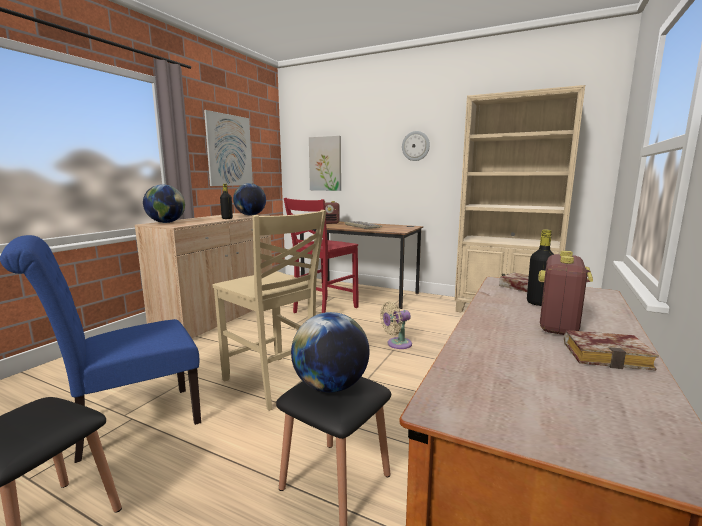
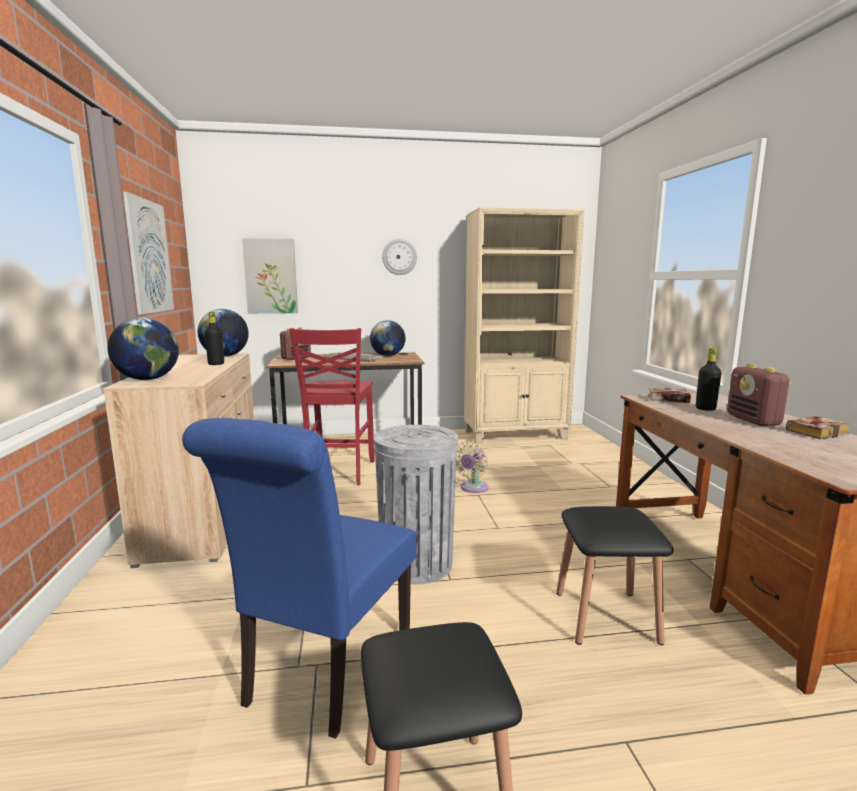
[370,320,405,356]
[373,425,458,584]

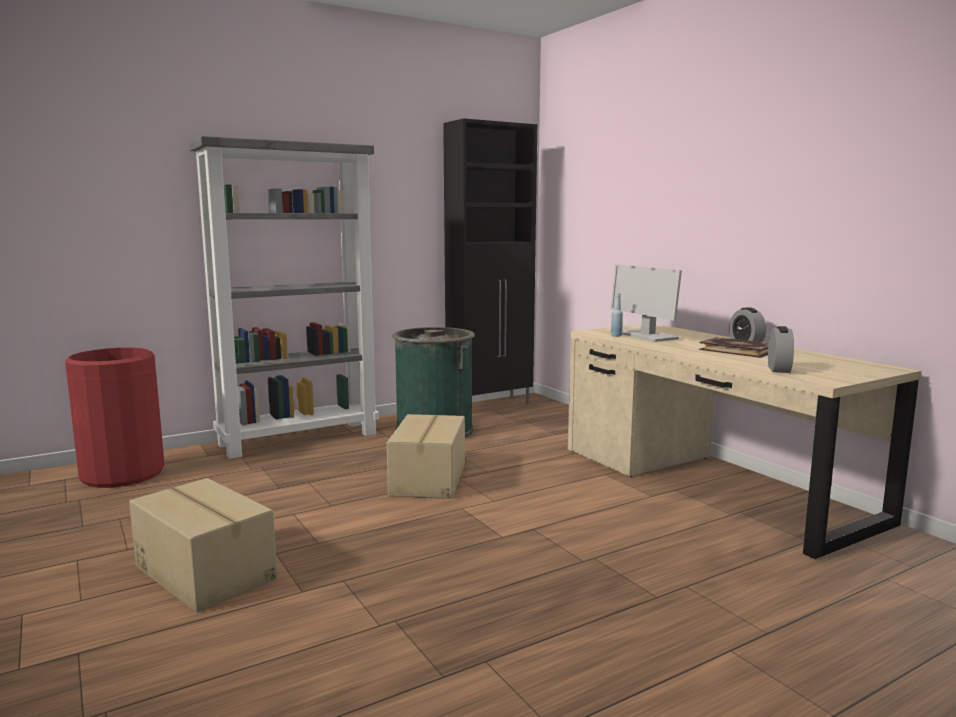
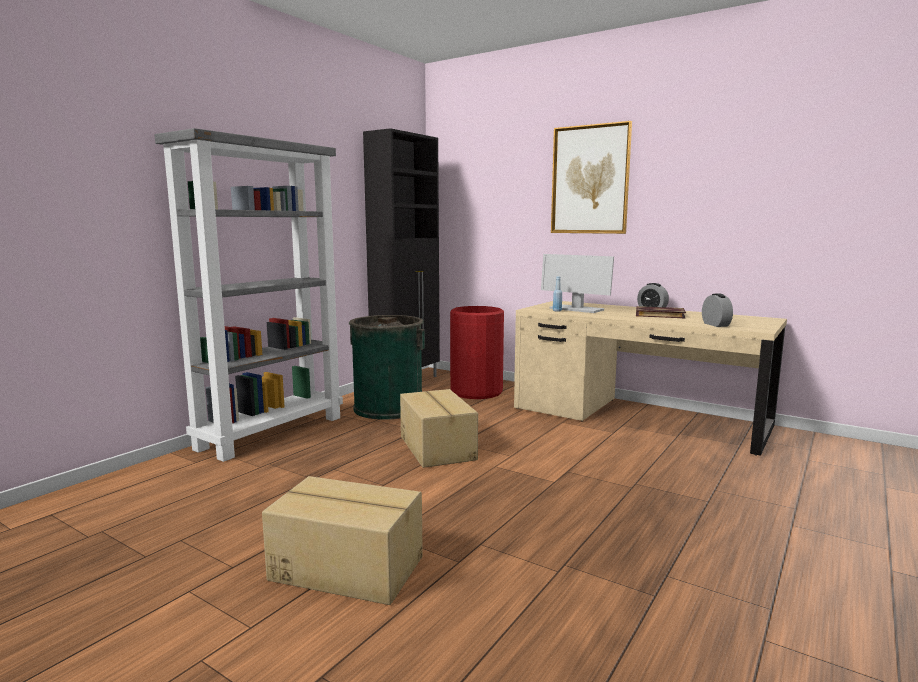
[450,306,504,399]
[551,121,632,234]

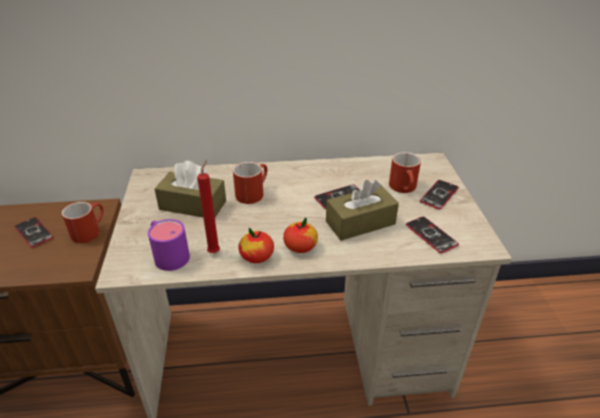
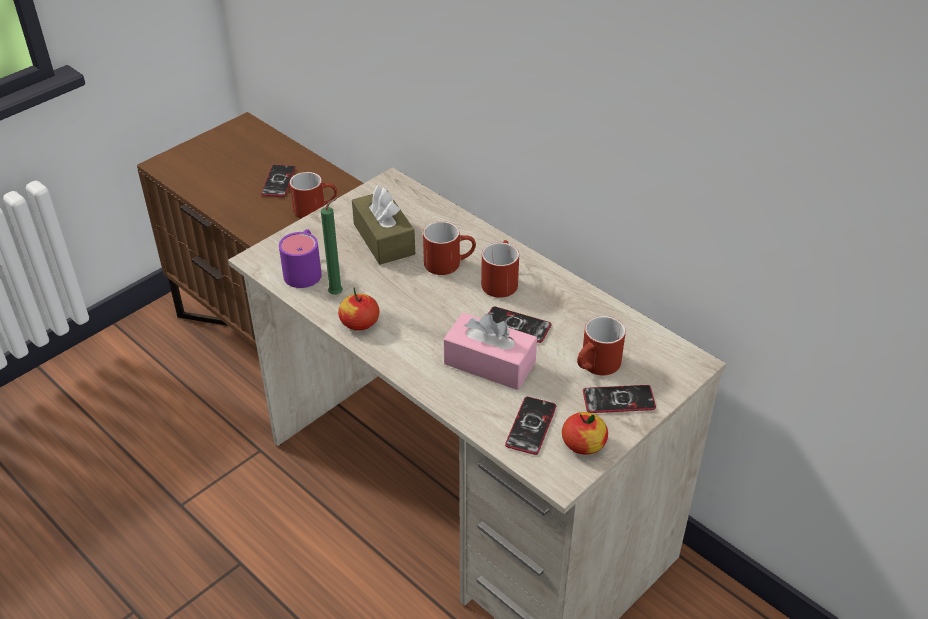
[321,197,343,295]
[444,313,537,390]
[481,240,519,298]
[562,412,608,455]

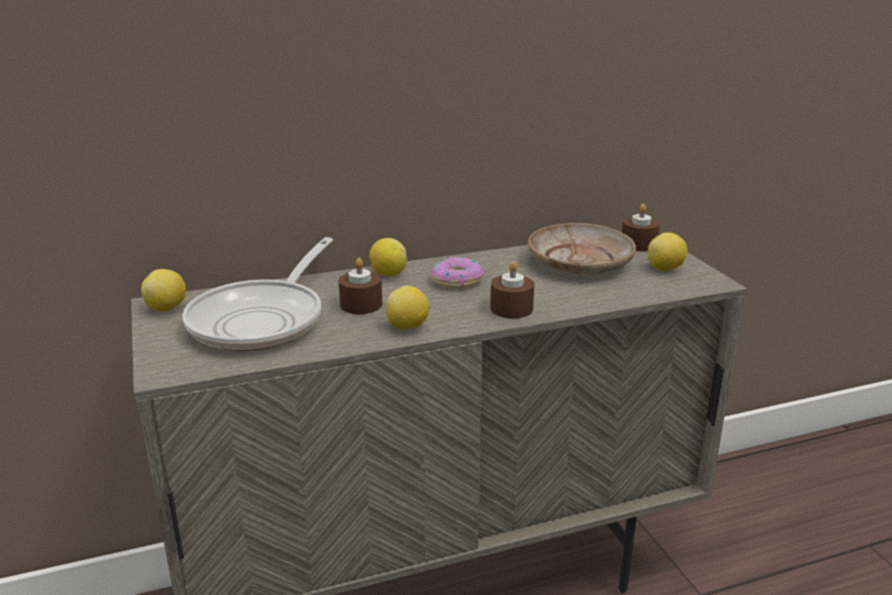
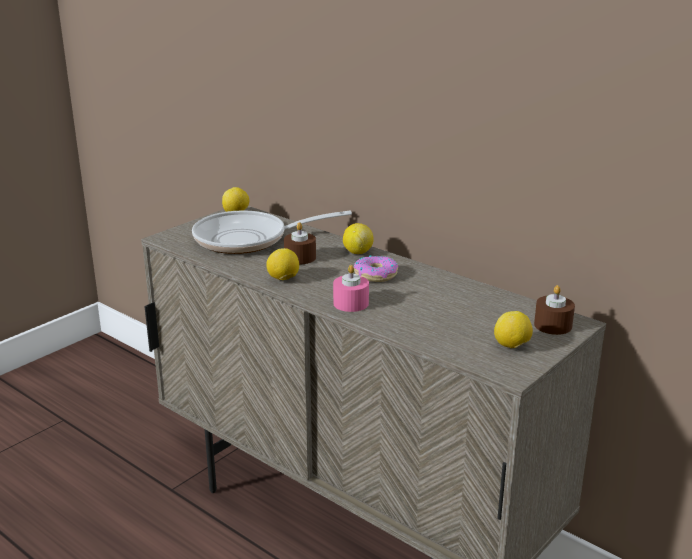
[333,265,369,312]
[528,223,636,275] (first image)

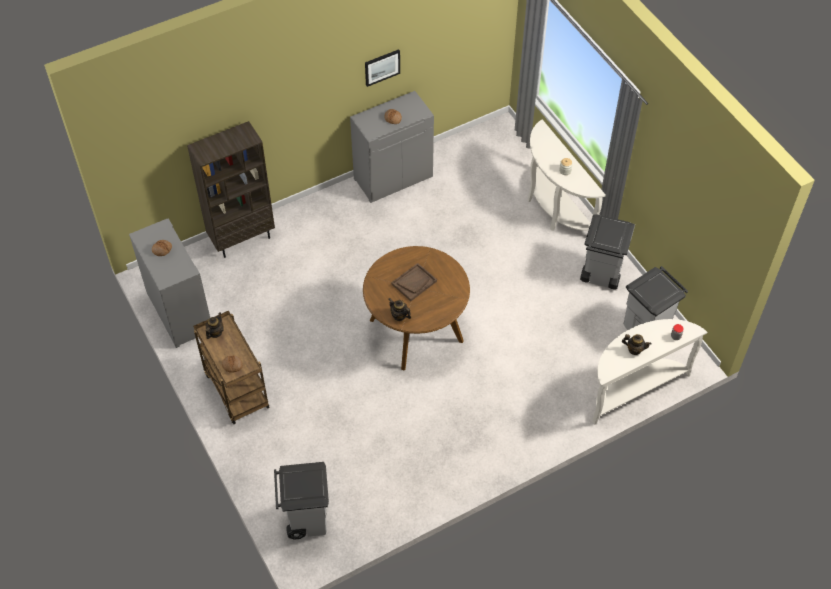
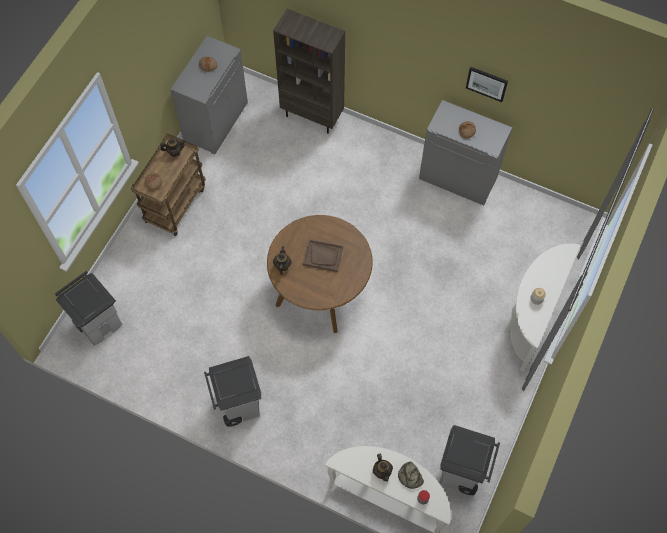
[204,356,261,426]
[398,462,424,489]

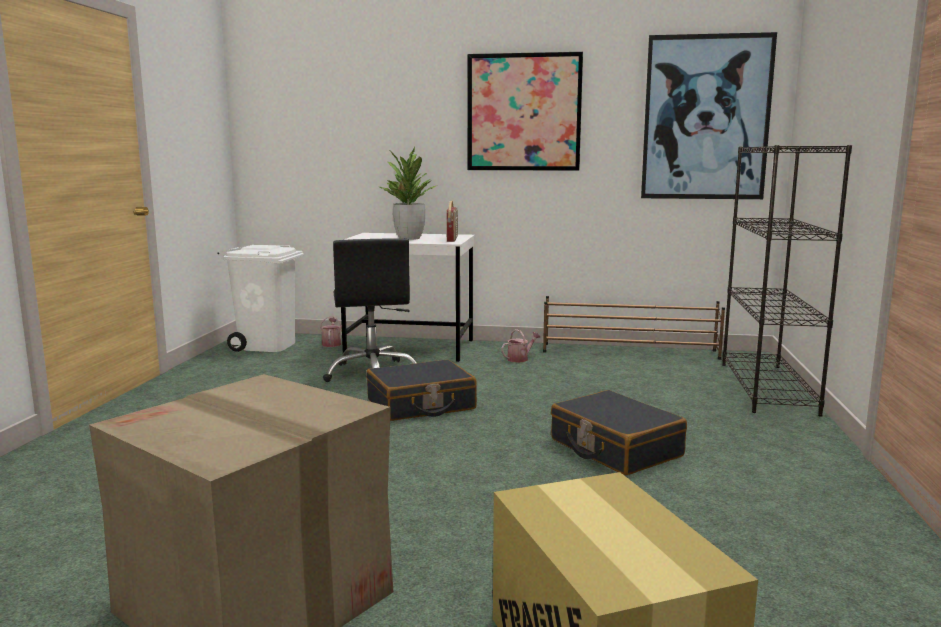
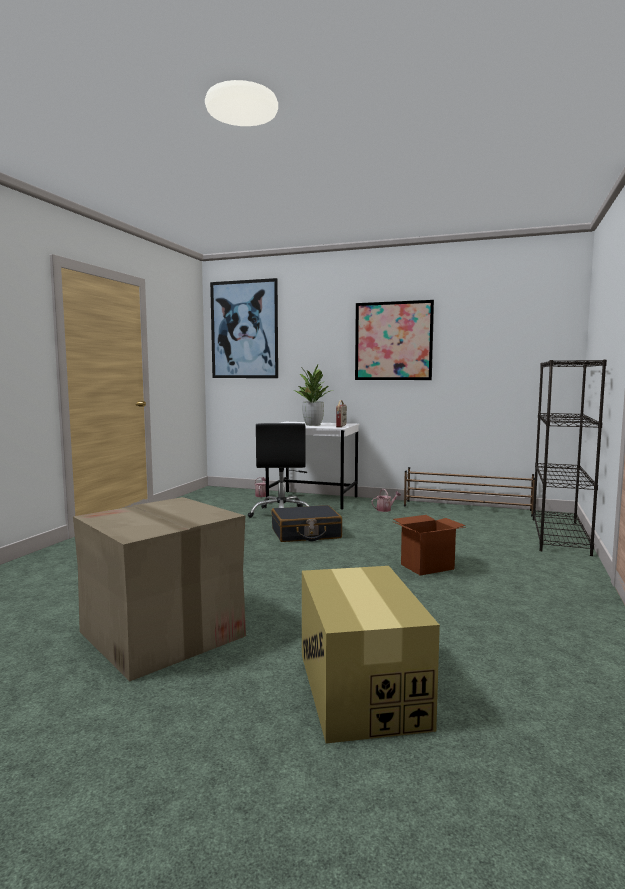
[210,278,278,378]
[392,515,466,576]
[217,245,304,352] (first image)

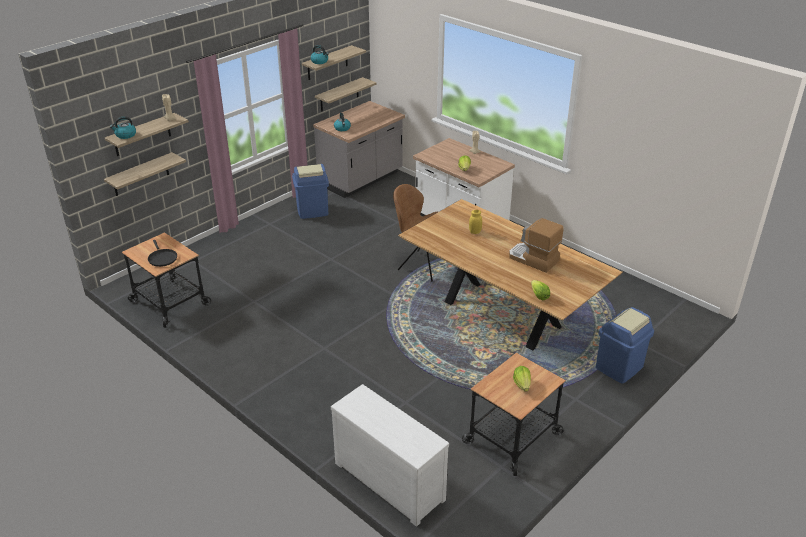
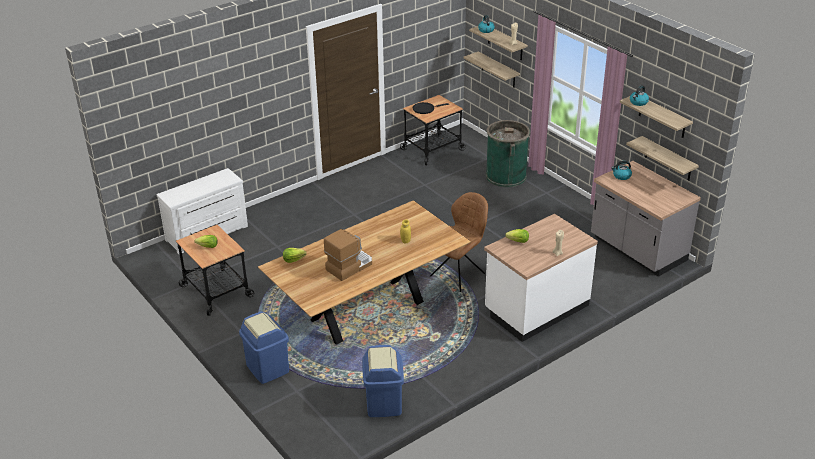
[362,345,404,417]
[486,120,530,187]

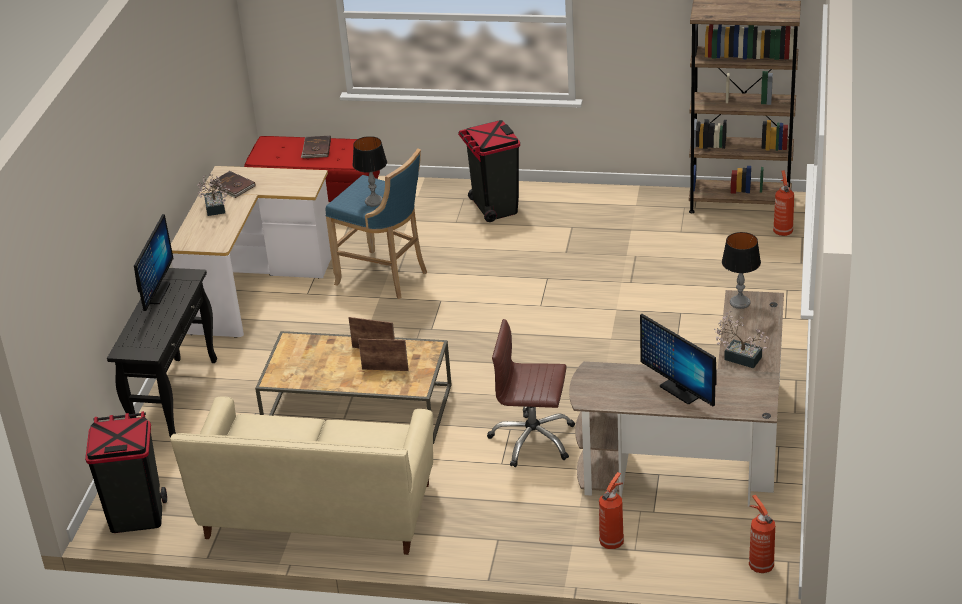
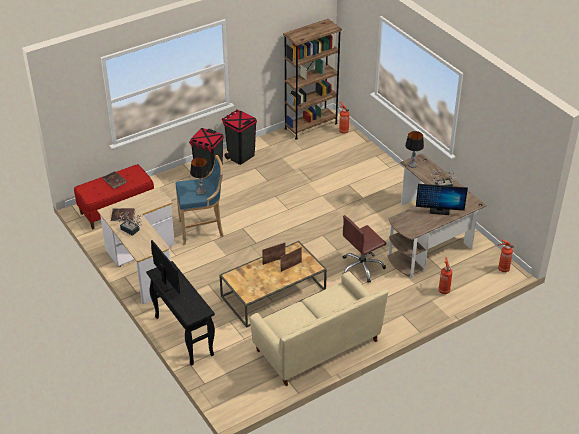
[222,109,257,165]

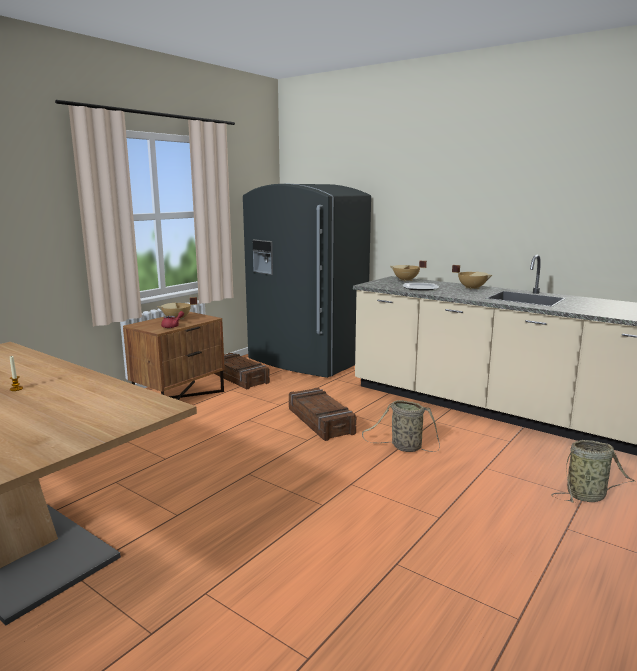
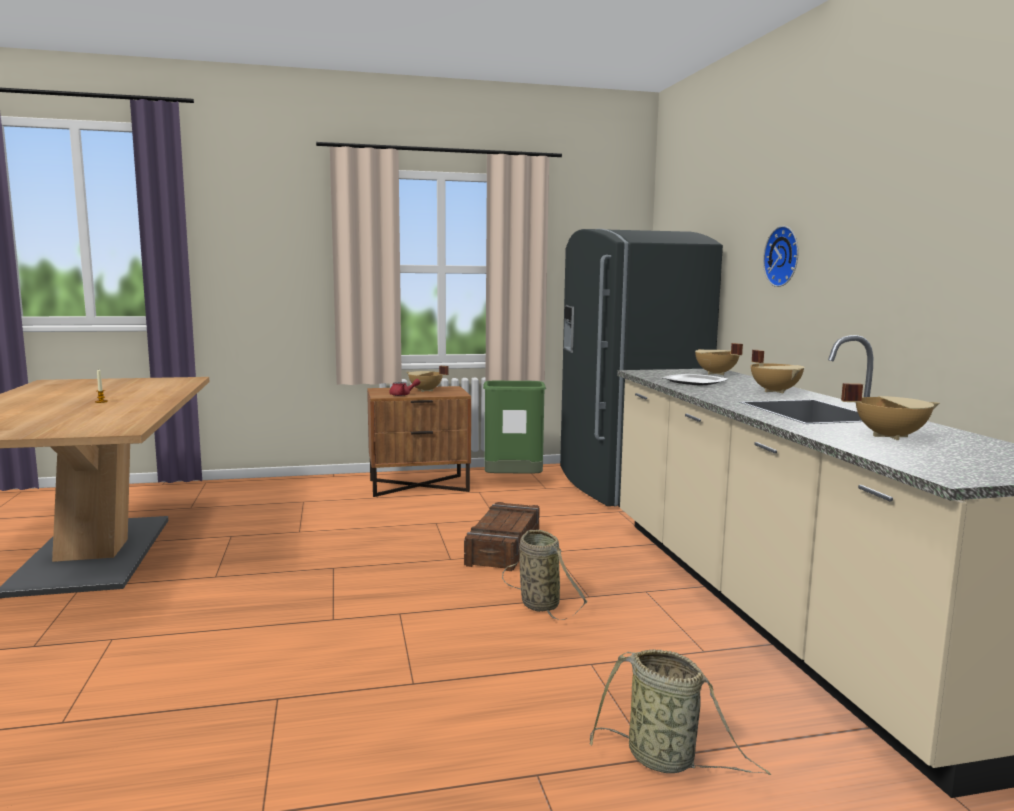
[483,381,546,473]
[763,226,799,287]
[841,383,940,440]

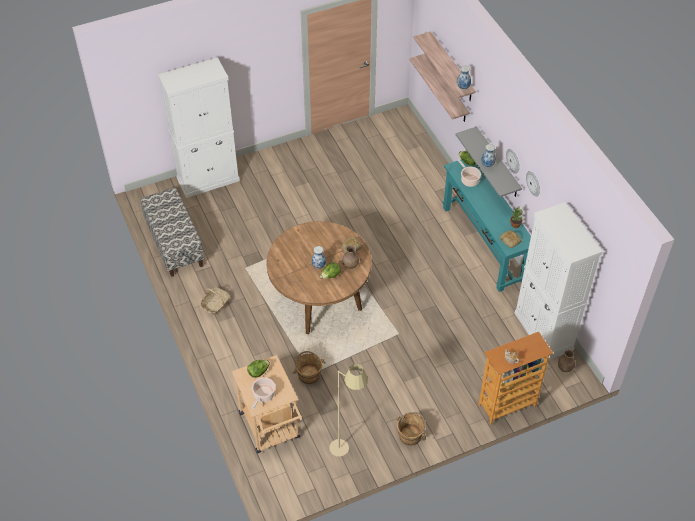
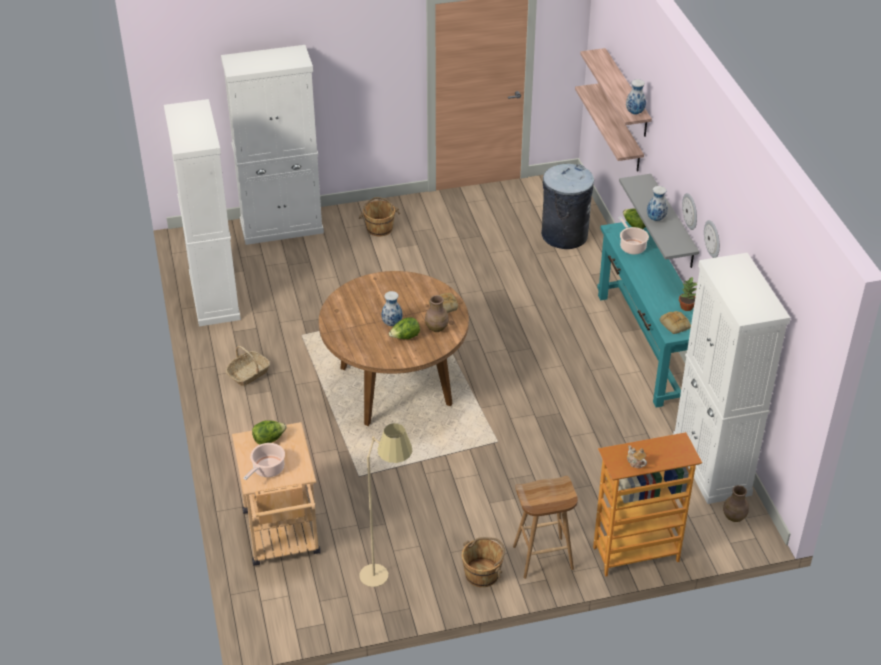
[164,99,241,326]
[359,197,400,236]
[513,476,578,579]
[541,164,594,249]

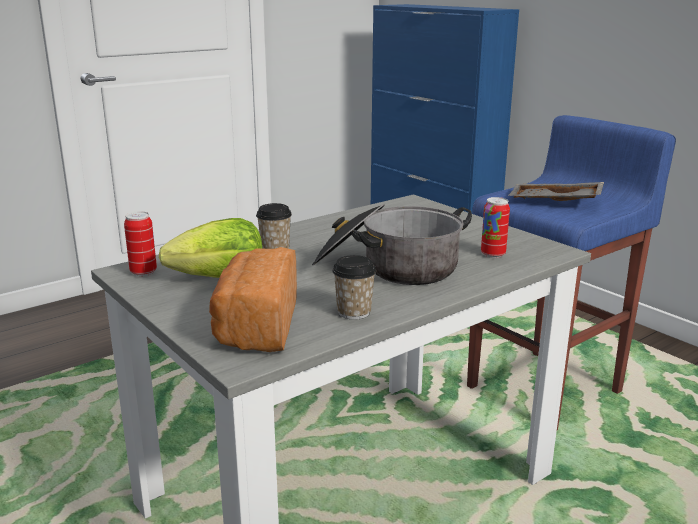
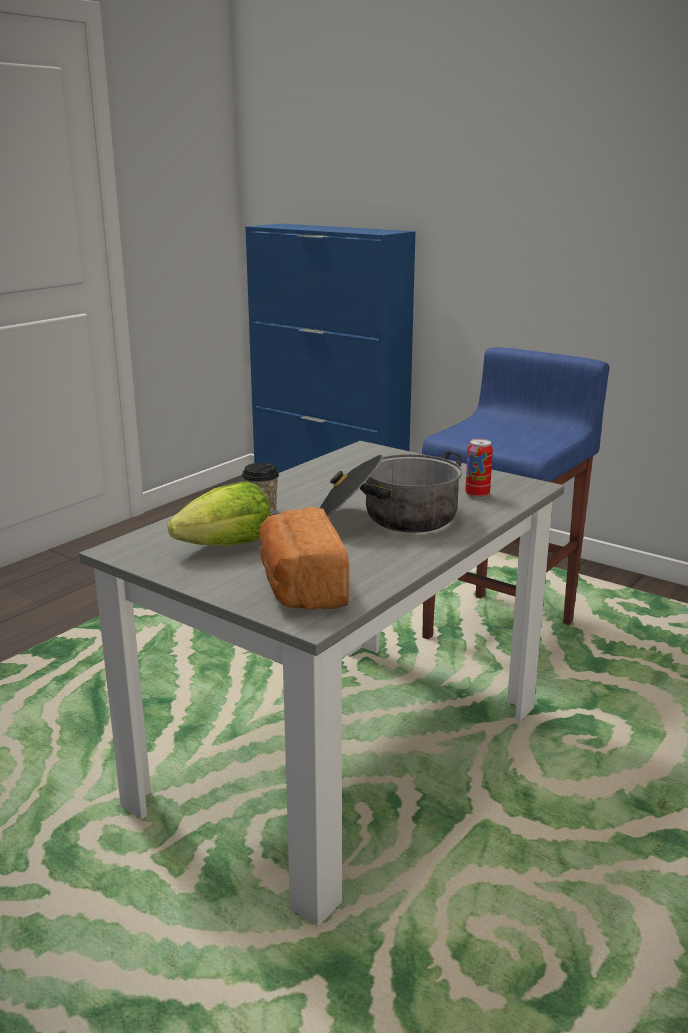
[124,211,157,276] (first image)
[332,255,376,320] (first image)
[508,182,604,201] (first image)

